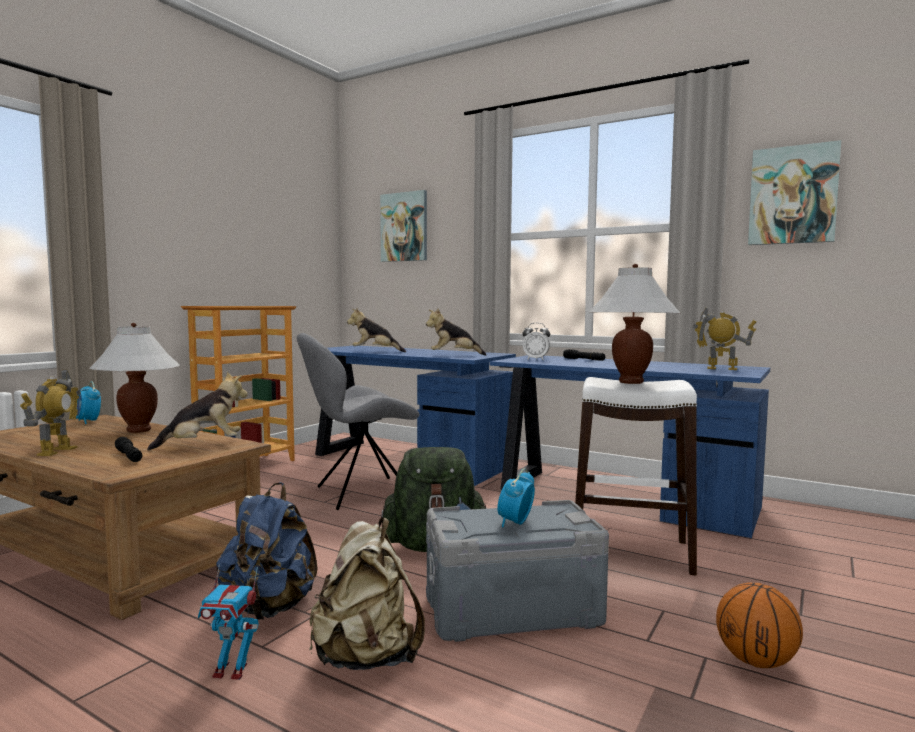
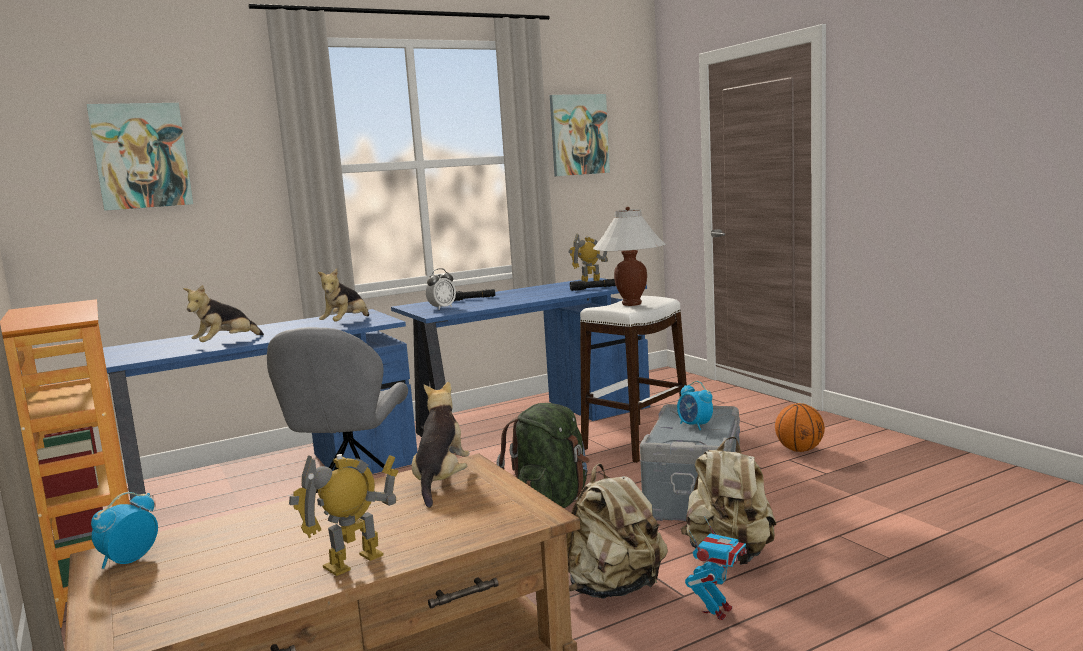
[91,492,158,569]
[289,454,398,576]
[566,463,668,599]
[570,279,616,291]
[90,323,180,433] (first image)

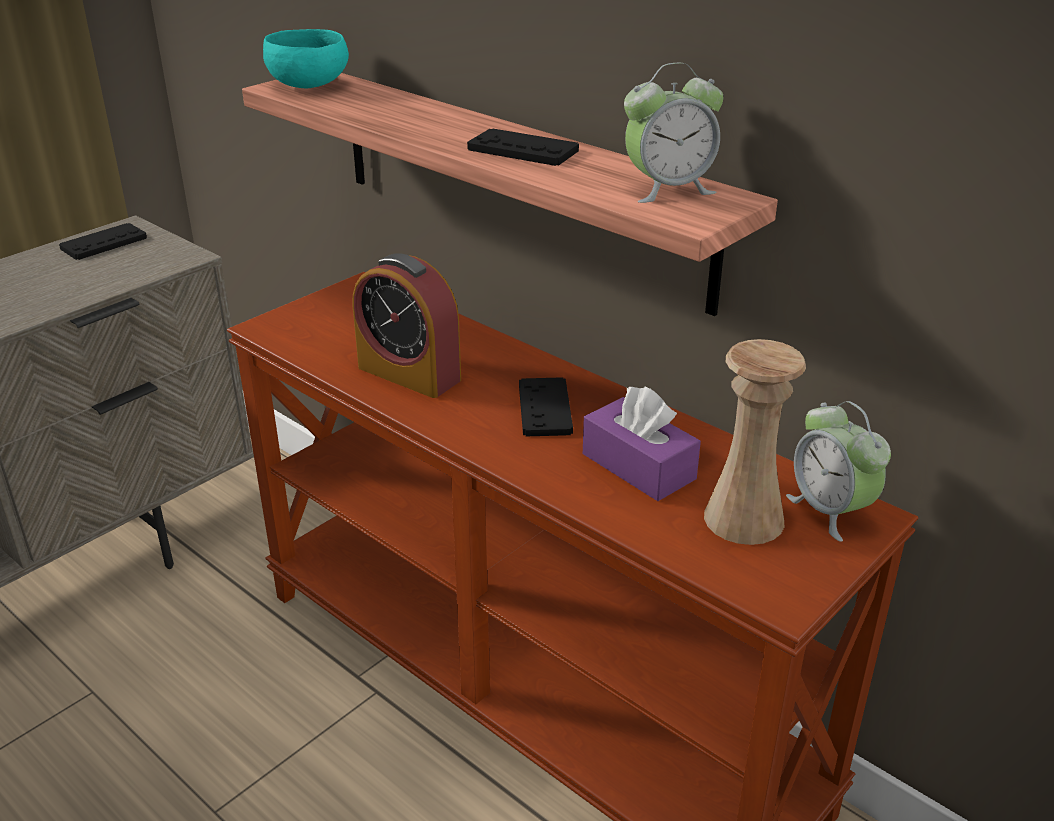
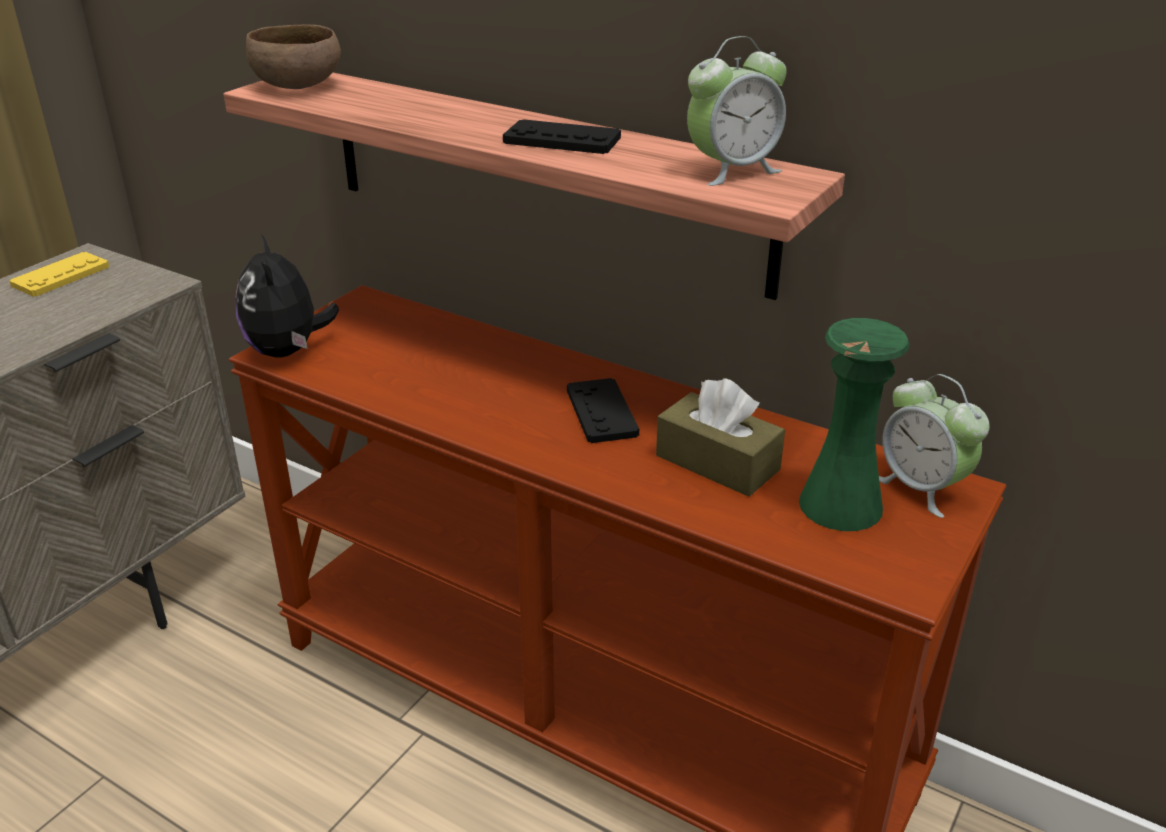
[10,252,109,297]
[235,234,339,358]
[246,25,341,89]
[656,378,785,497]
[799,318,909,531]
[353,253,461,398] (first image)

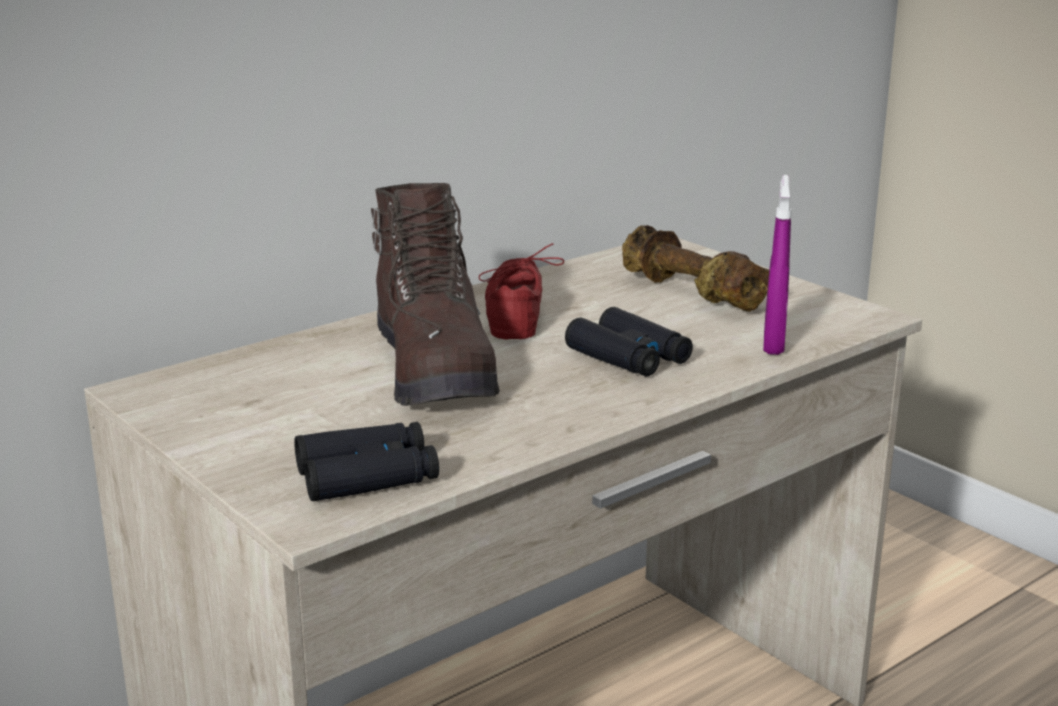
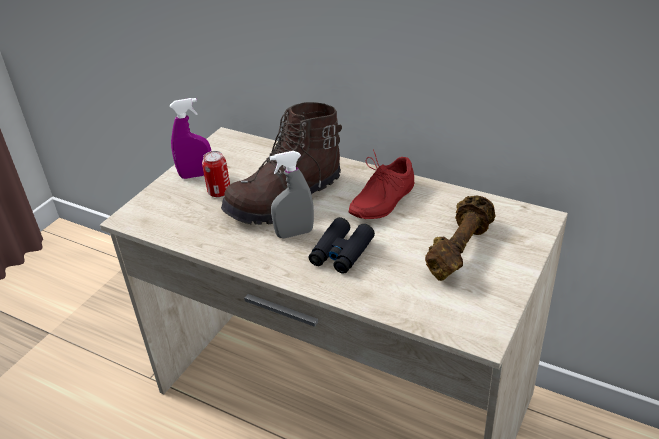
[170,98,211,179]
[202,151,230,197]
[270,151,314,238]
[348,149,415,219]
[294,422,439,501] (first image)

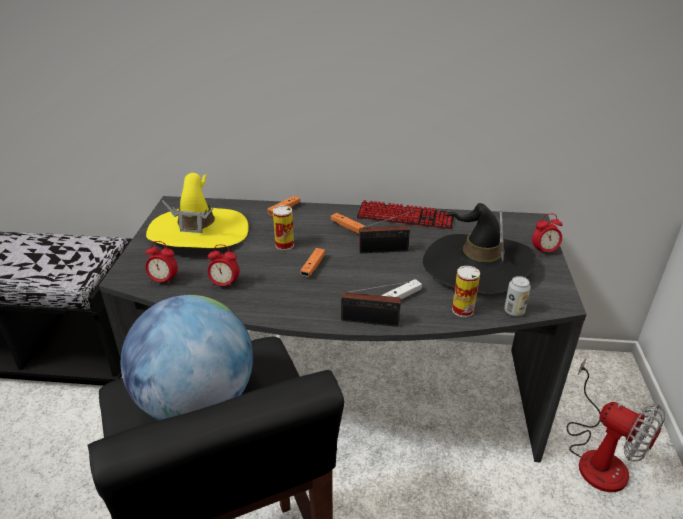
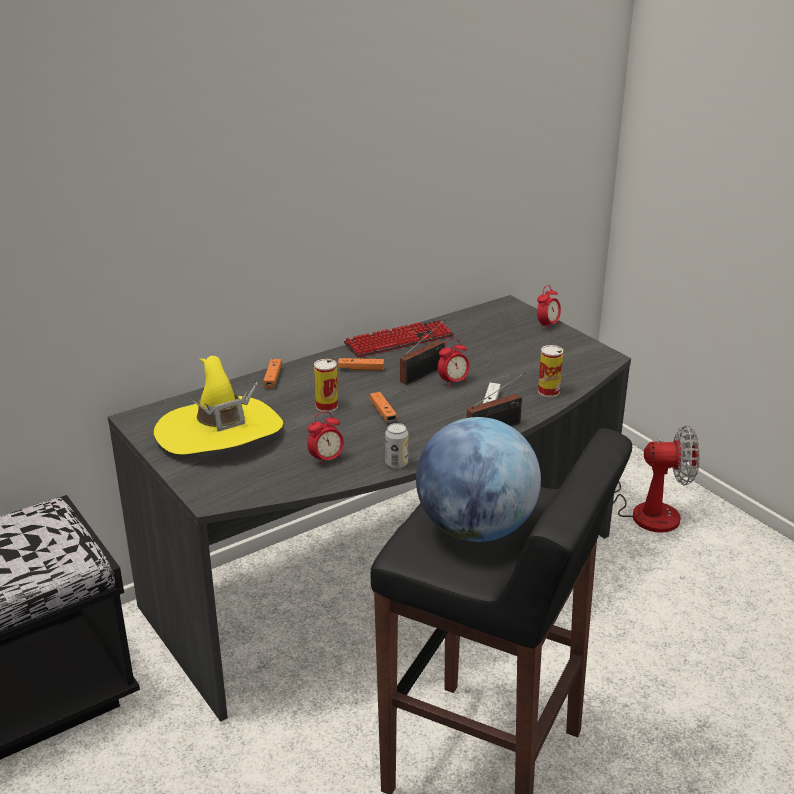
[385,423,408,469]
[438,338,470,387]
[423,203,536,294] (first image)

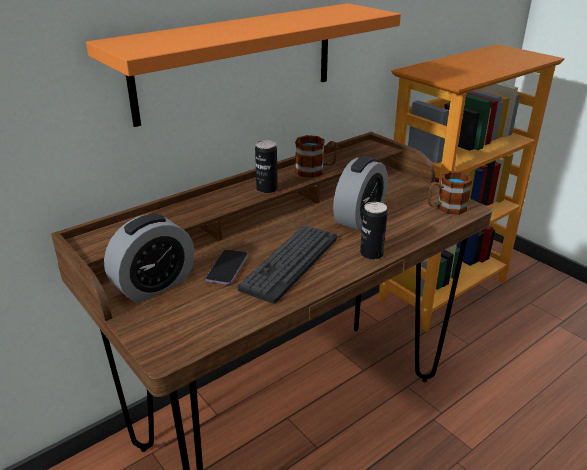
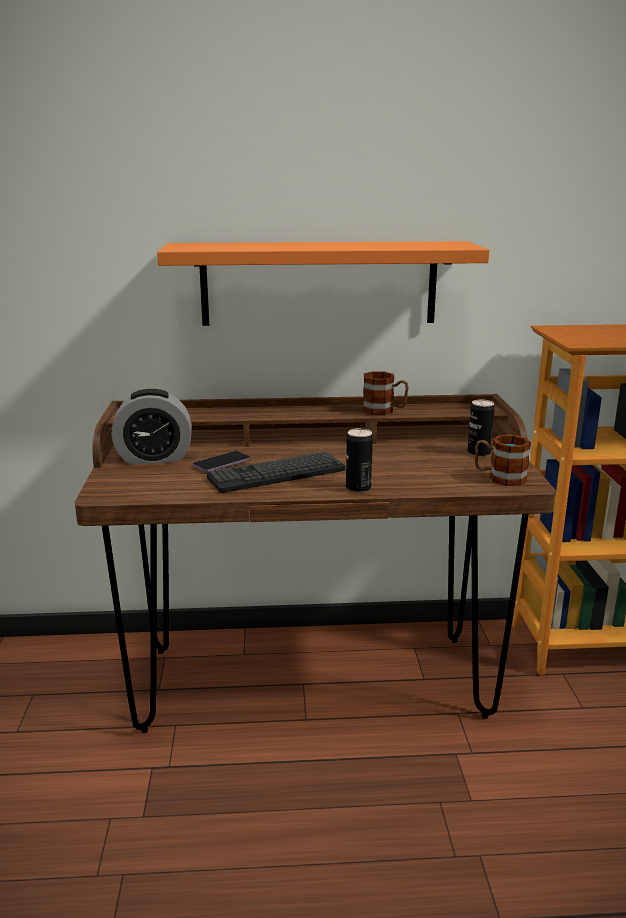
[467,399,494,457]
[333,156,388,231] (first image)

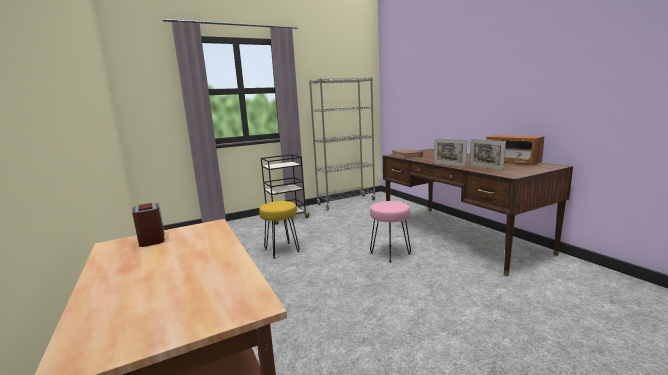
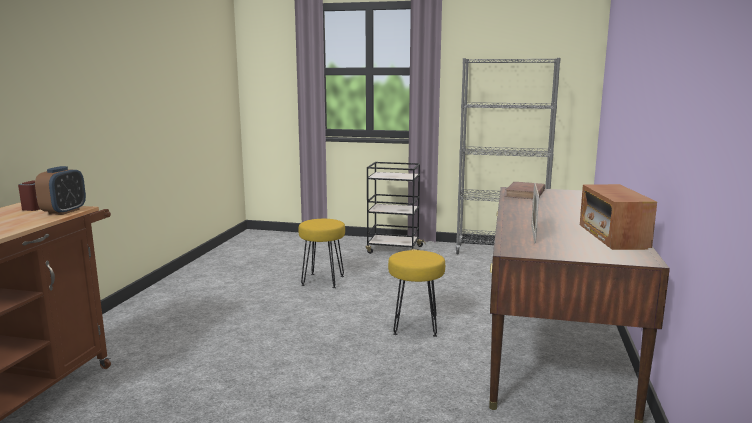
[35,166,86,215]
[388,250,445,337]
[434,138,467,167] (first image)

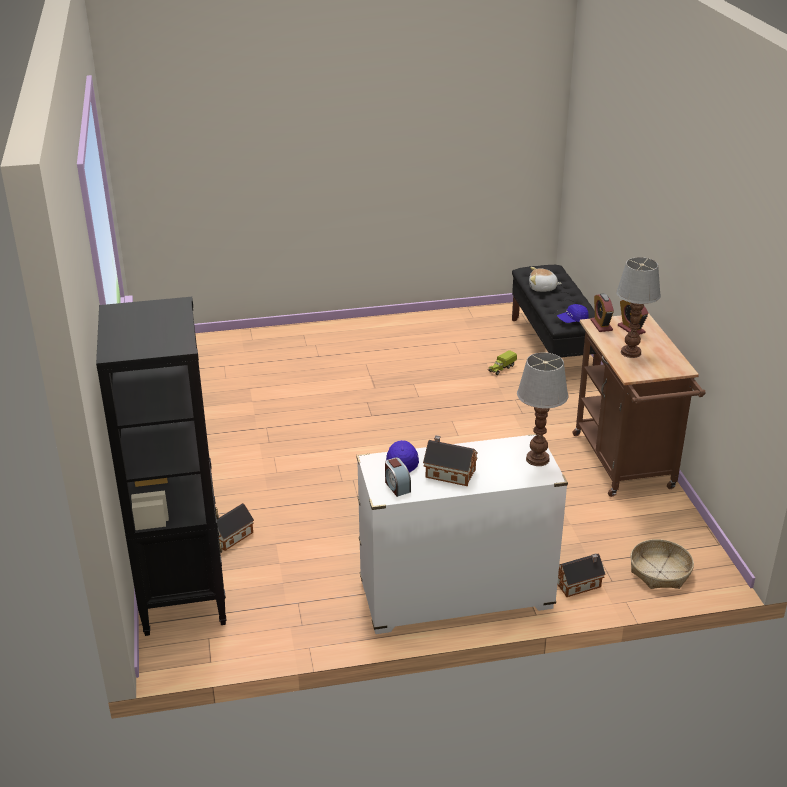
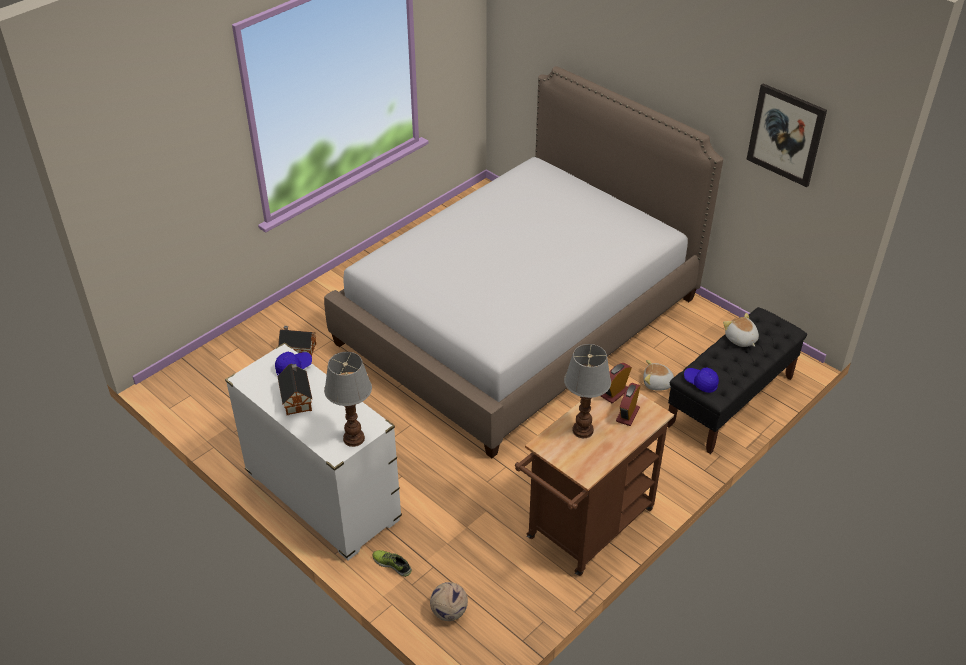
[324,66,723,458]
[373,550,412,577]
[430,582,468,621]
[644,360,674,391]
[746,84,827,187]
[96,297,226,636] (first image)
[385,458,411,497] (first image)

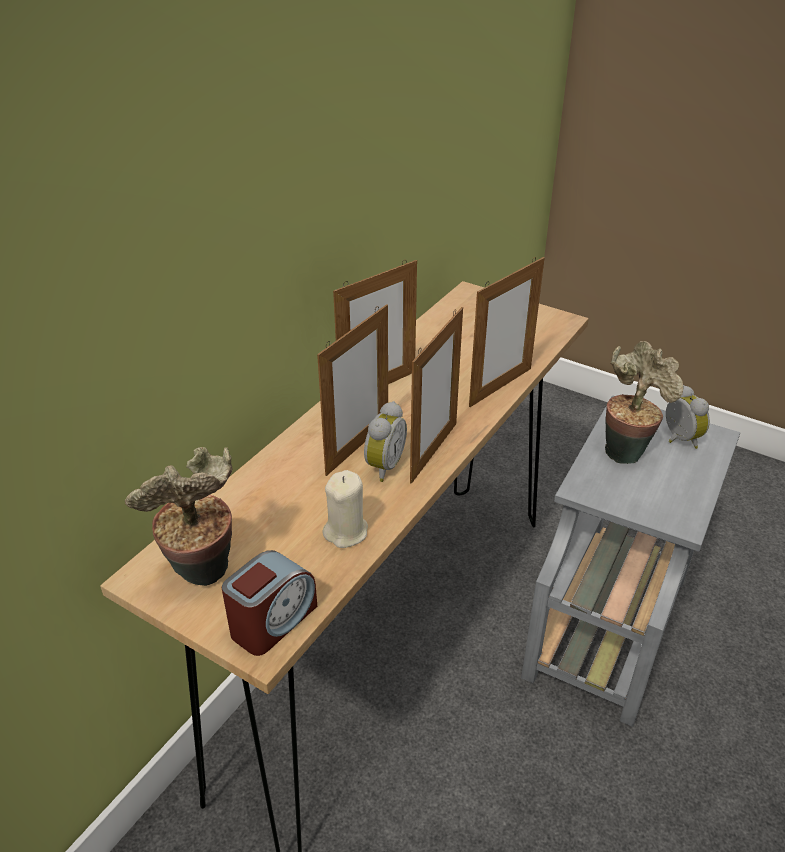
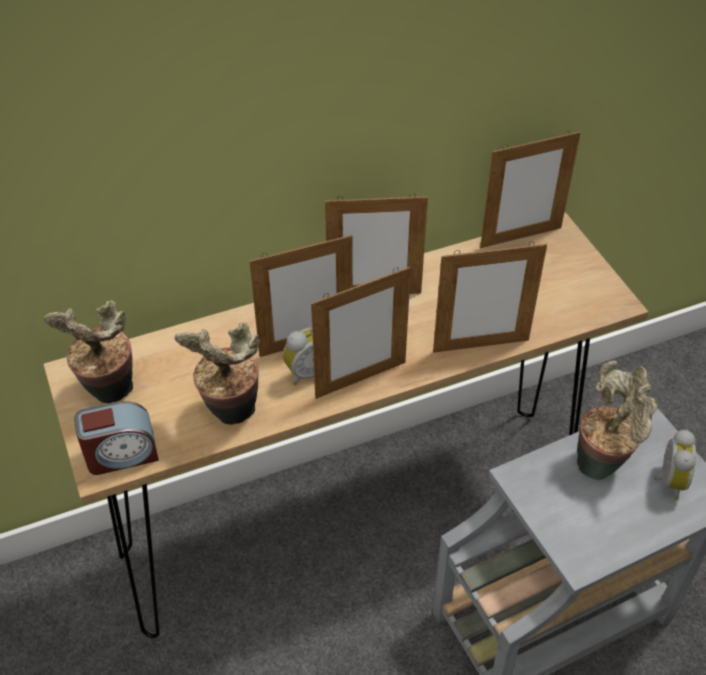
[175,322,260,425]
[480,130,581,248]

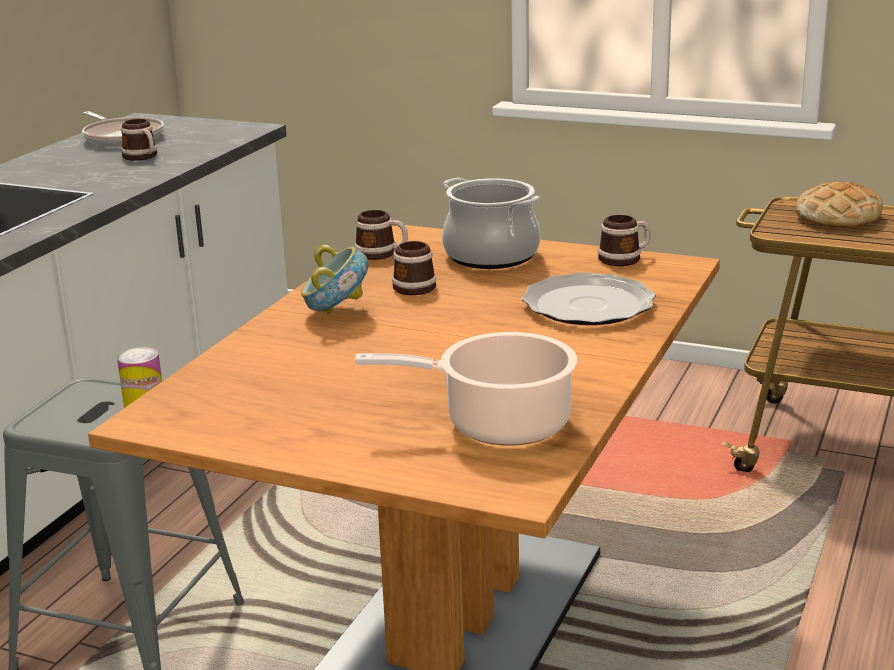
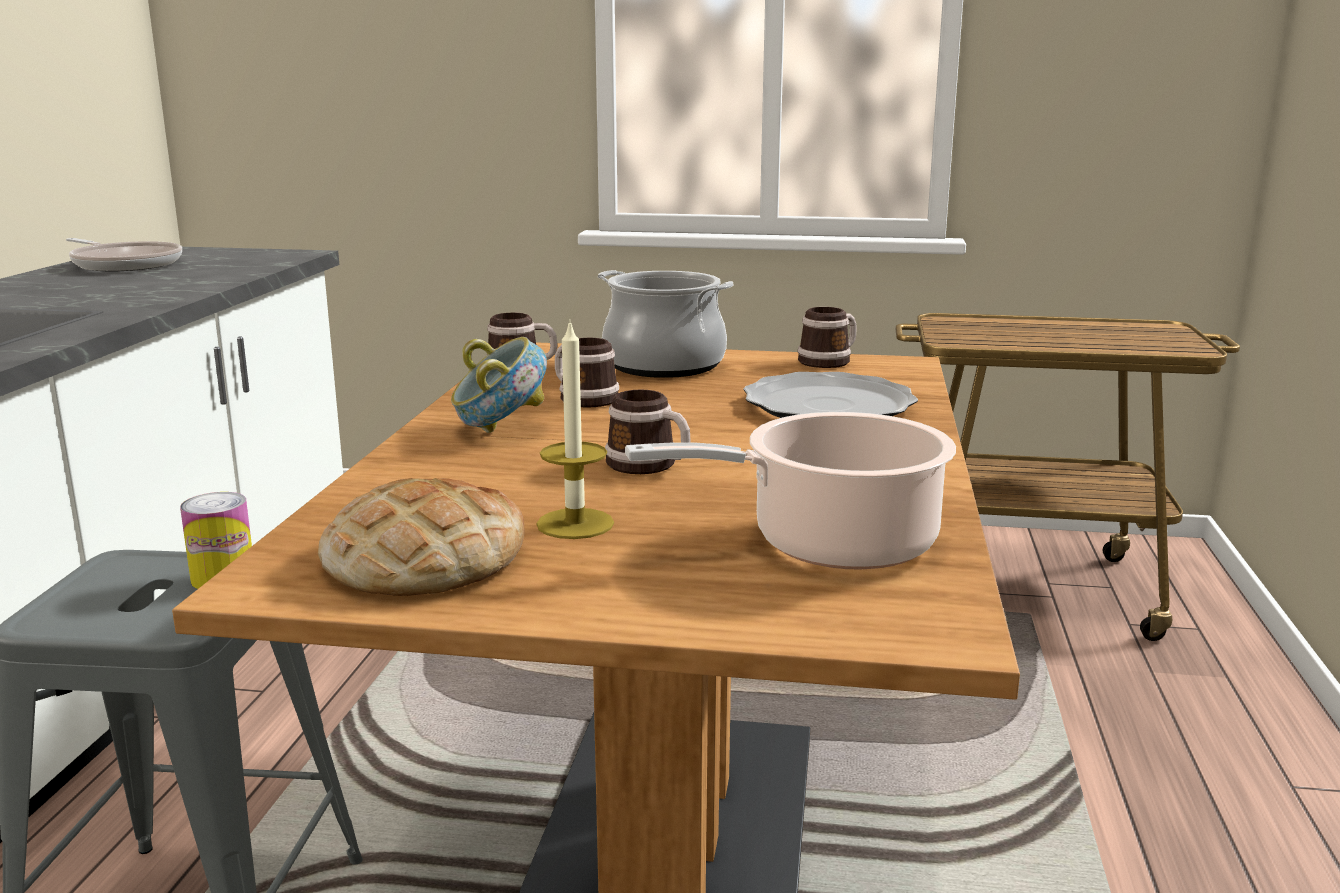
[318,478,525,596]
[537,319,614,539]
[605,390,691,474]

